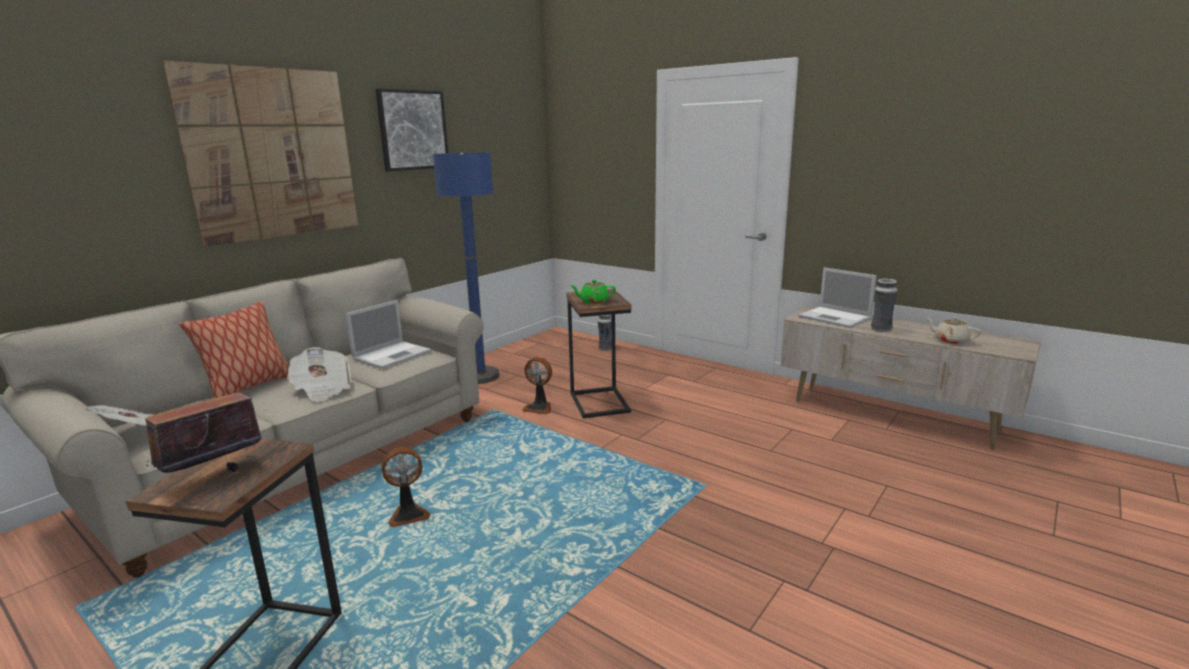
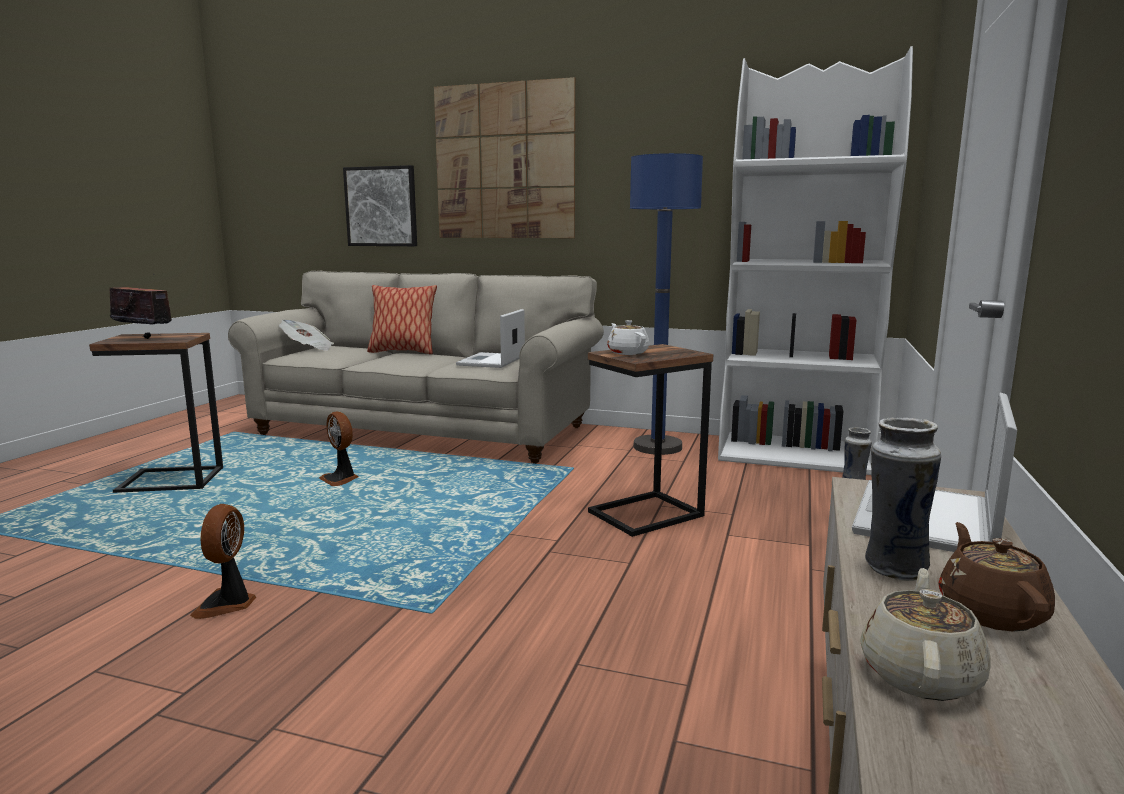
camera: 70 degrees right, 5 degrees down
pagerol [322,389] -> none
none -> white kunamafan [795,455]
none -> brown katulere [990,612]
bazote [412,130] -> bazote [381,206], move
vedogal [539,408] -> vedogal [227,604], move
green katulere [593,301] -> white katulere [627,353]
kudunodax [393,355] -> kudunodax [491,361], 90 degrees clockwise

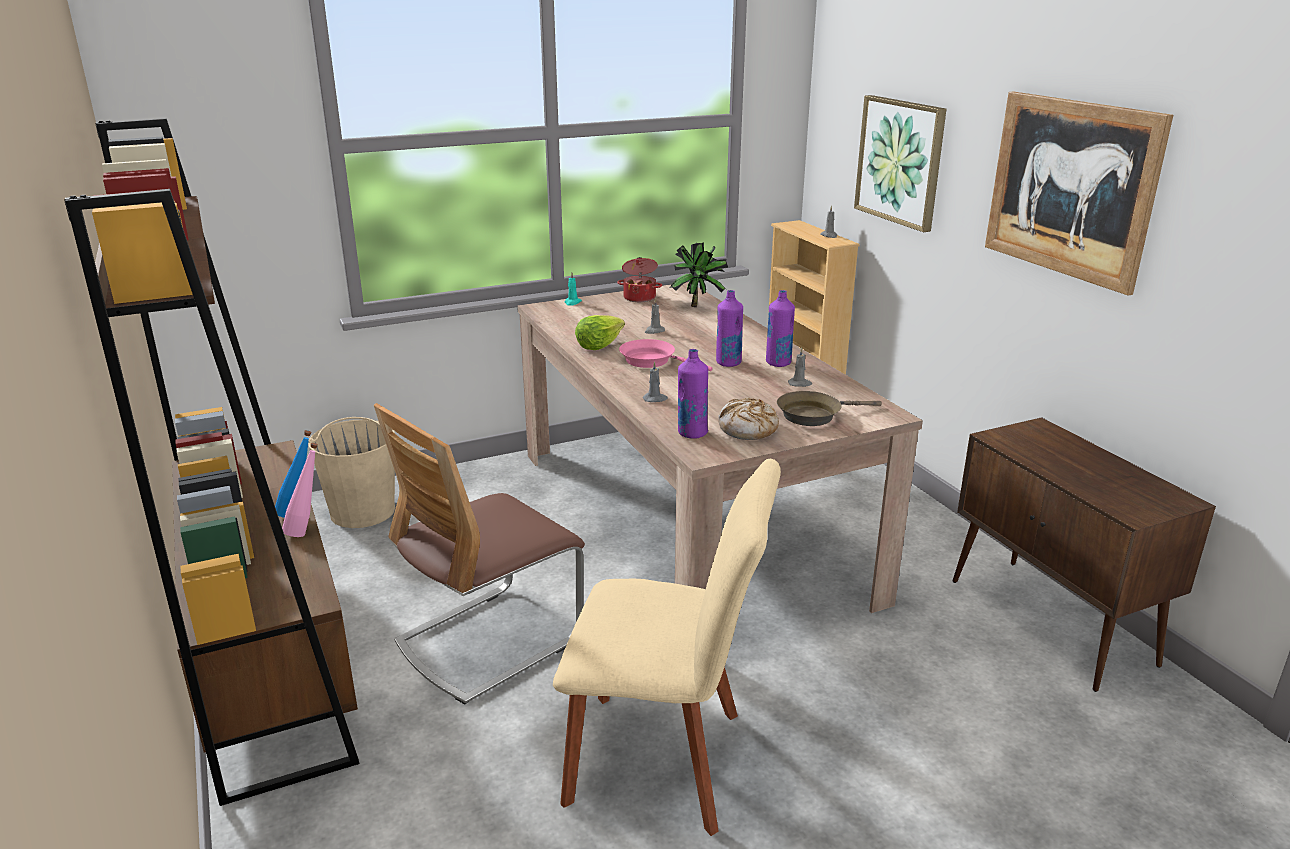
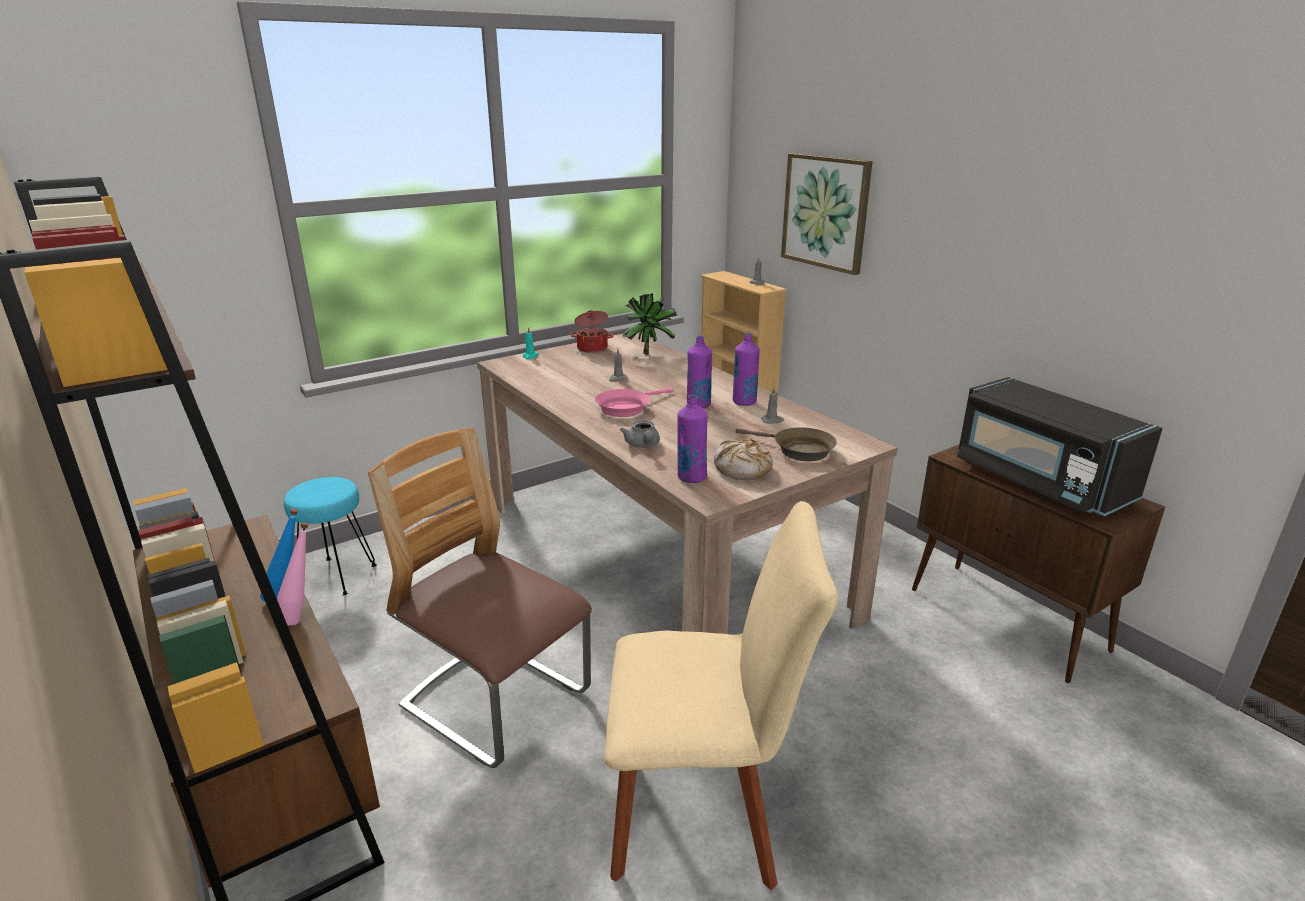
camera: 10 degrees left, 0 degrees up
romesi [599,345] -> none
bazote [1070,188] -> none
none -> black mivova [1039,481]
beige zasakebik [362,511] -> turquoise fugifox [338,576]
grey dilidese [655,399] -> grey katulere [643,445]
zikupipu [489,641] -> zikupipu [496,701], 90 degrees clockwise
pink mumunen [652,361] -> pink mumunen [626,408], 60 degrees counterclockwise
brown mumunen [813,415] -> brown mumunen [798,450], 120 degrees counterclockwise

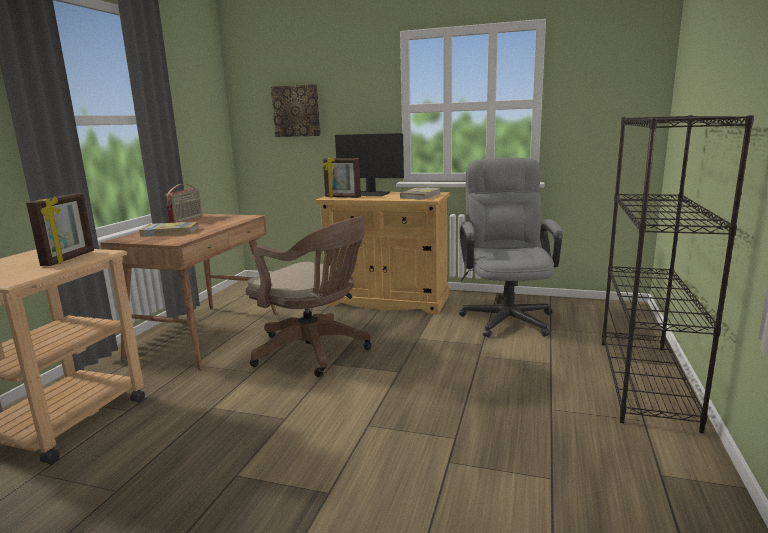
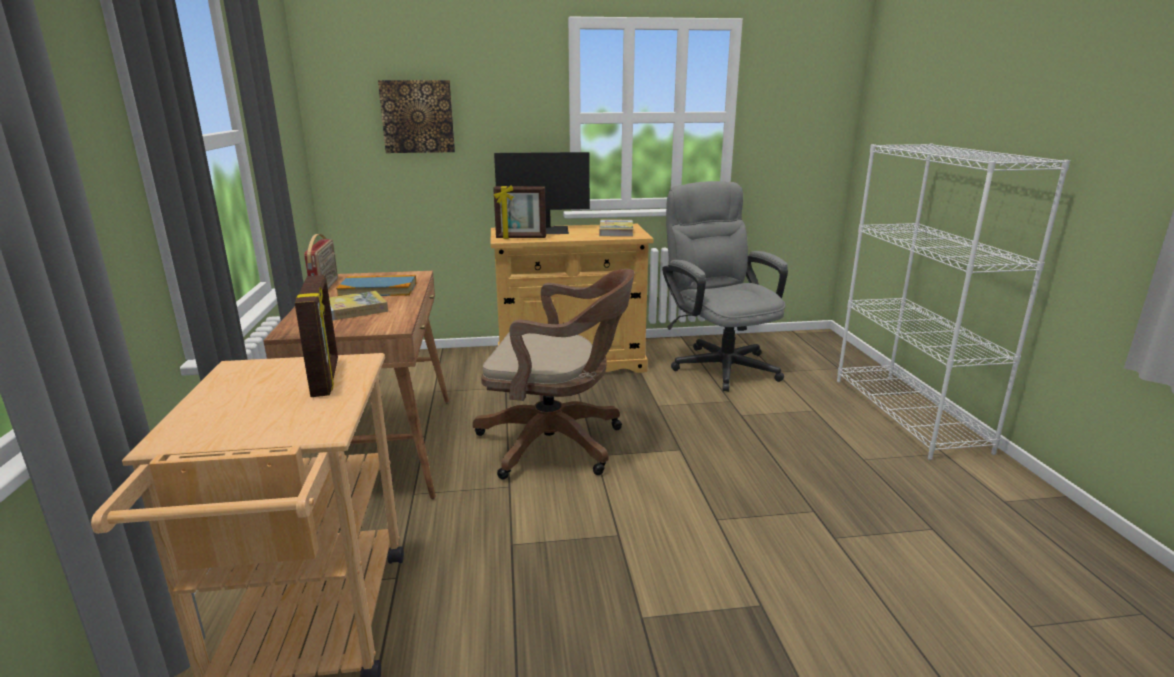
camera: 25 degrees left, 5 degrees up
none -> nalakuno [378,289]
black kunamafan [645,382] -> white kunamafan [908,414]

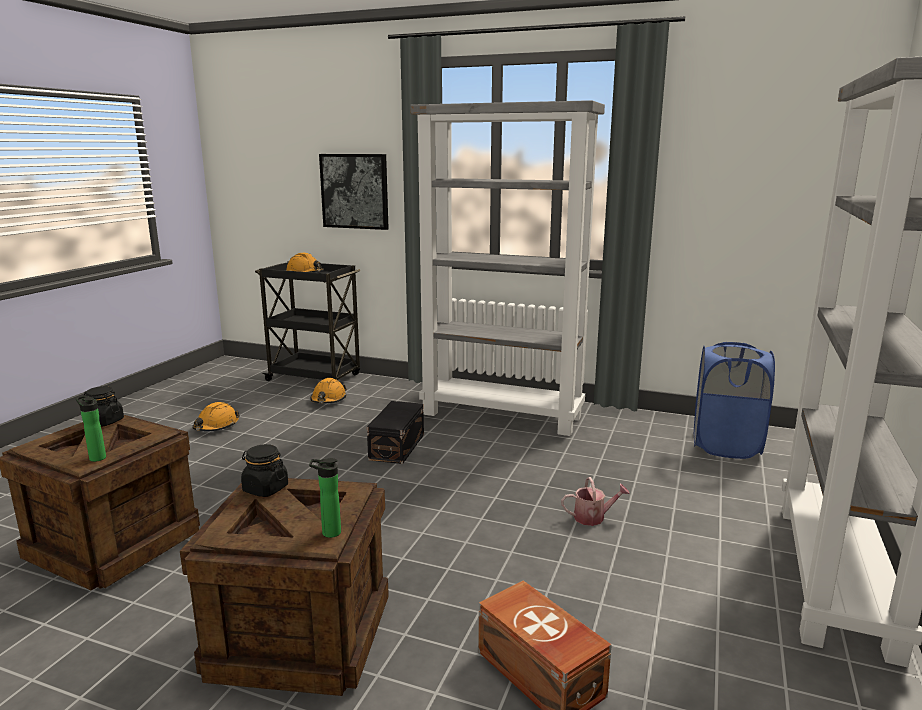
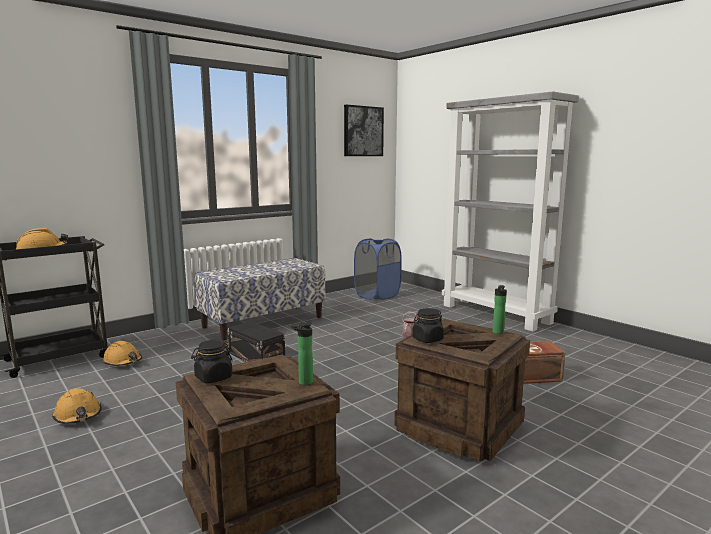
camera: 60 degrees left, 5 degrees down
bazote [355,191] -> bazote [363,131], move
grey kunamafan [503,415] -> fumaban [263,322]

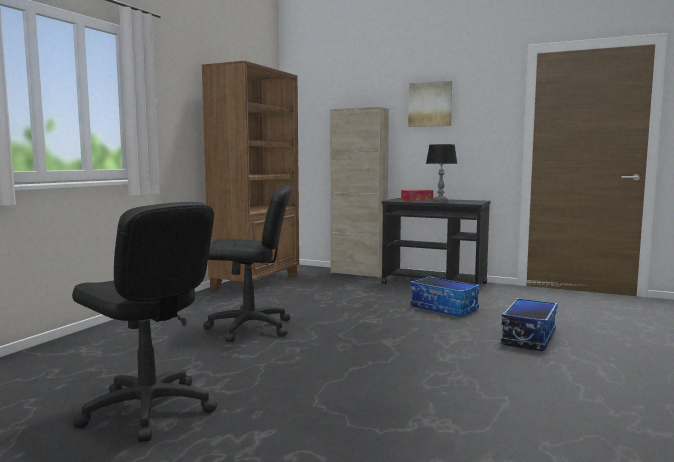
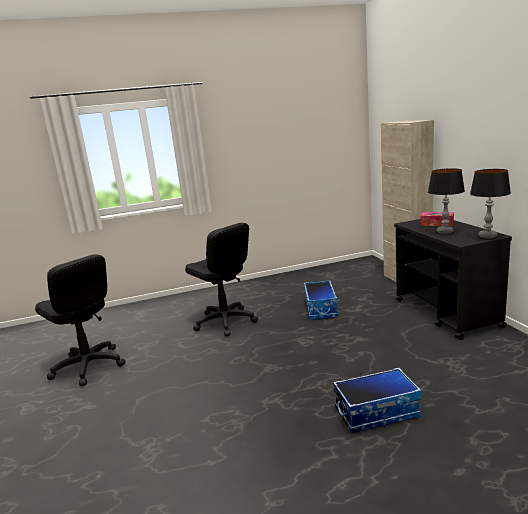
camera: 50 degrees right, 10 degrees up
brown kunamafan [257,282] -> none
bazote [430,104] -> none
none -> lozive [487,236]
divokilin [444,308] -> divokilin [321,309], move
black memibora [148,410] -> black memibora [88,366], 45 degrees counterclockwise

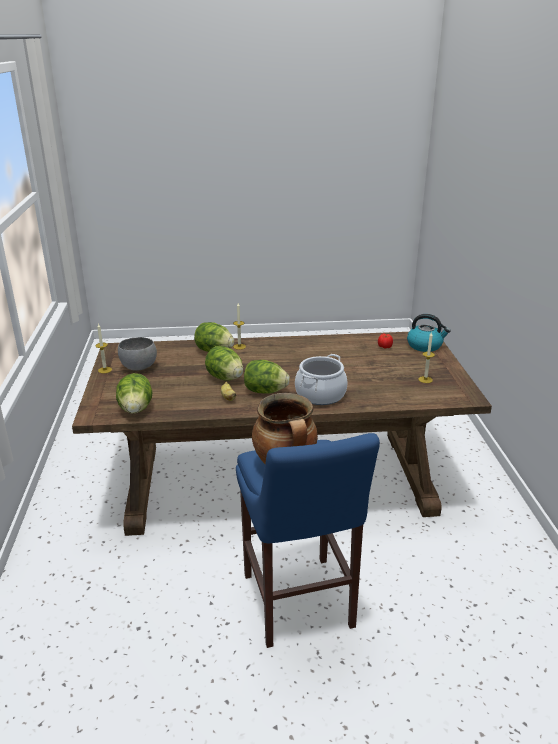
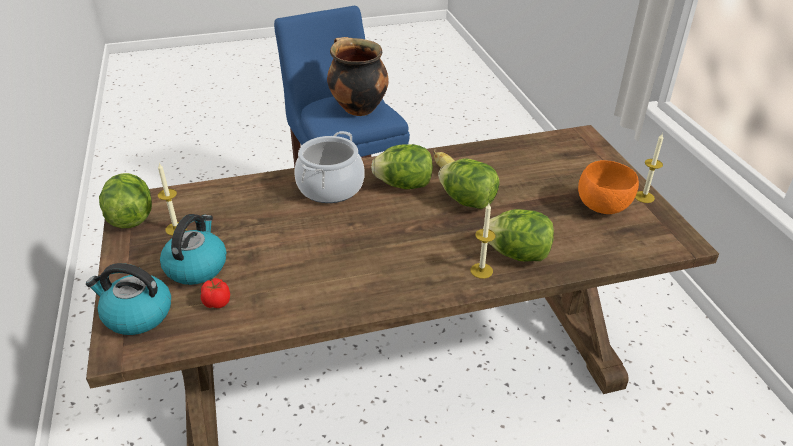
camera: 170 degrees right, 10 degrees up
none -> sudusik [196,266]
romesi [136,409] -> romesi [131,217], move
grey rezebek [138,367] -> orange rezebek [604,206]

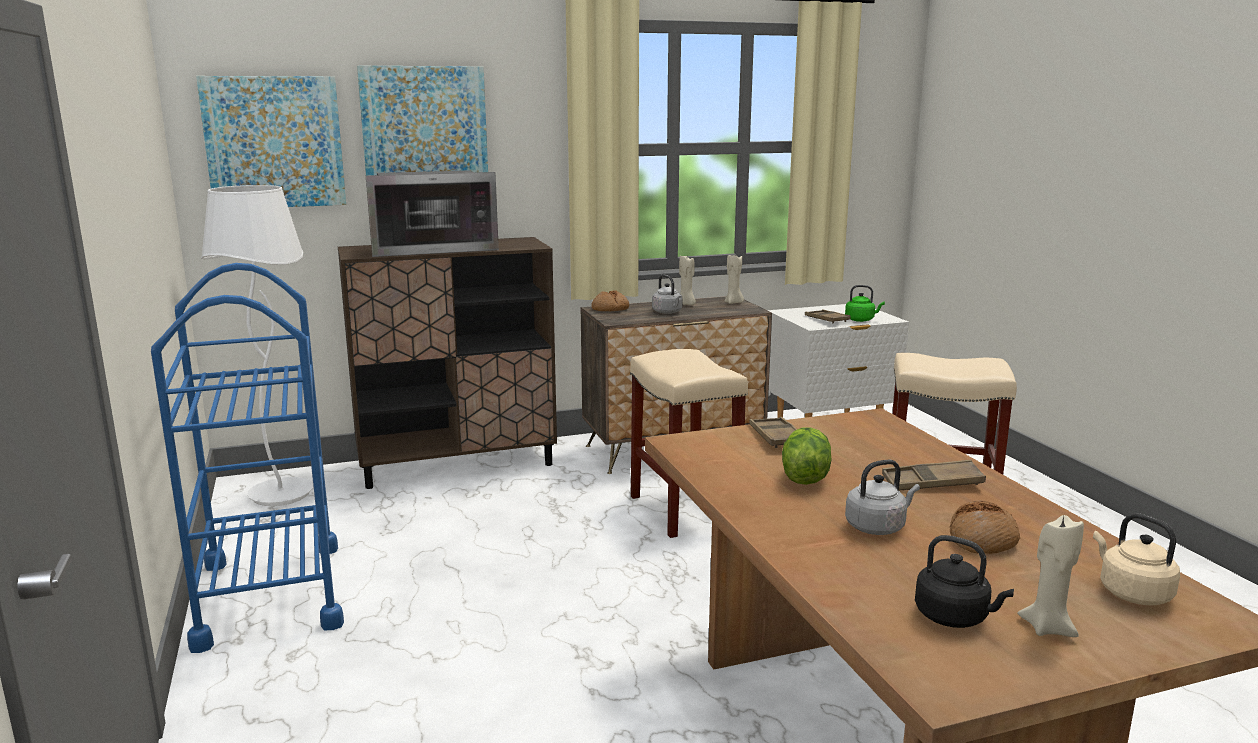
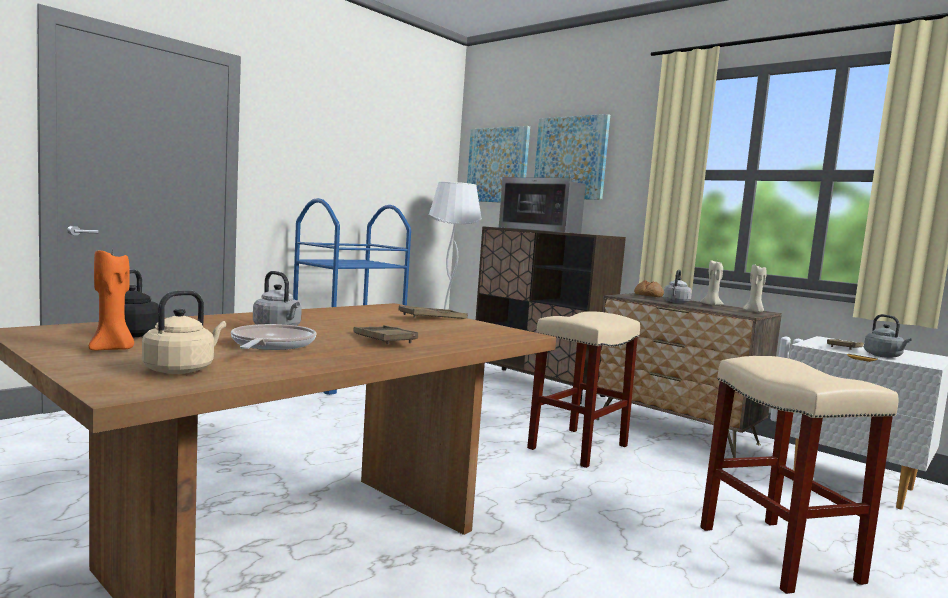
camera: 60 degrees right, 10 degrees down
romesi [804,477] -> none
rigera [983,540] -> mumunen [271,345]
green sudusik [861,320] -> grey sudusik [884,356]
beige dilidese [1047,628] -> orange dilidese [113,349]

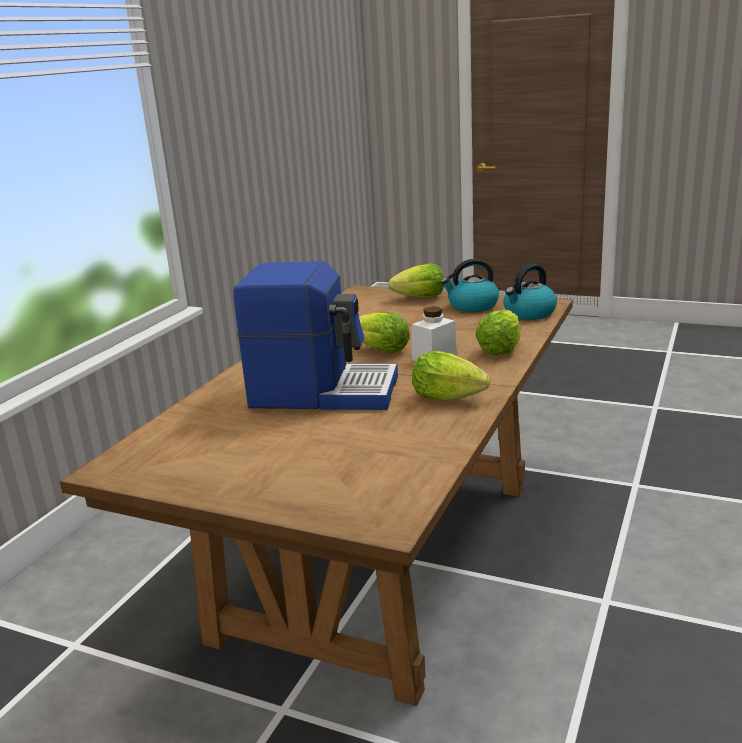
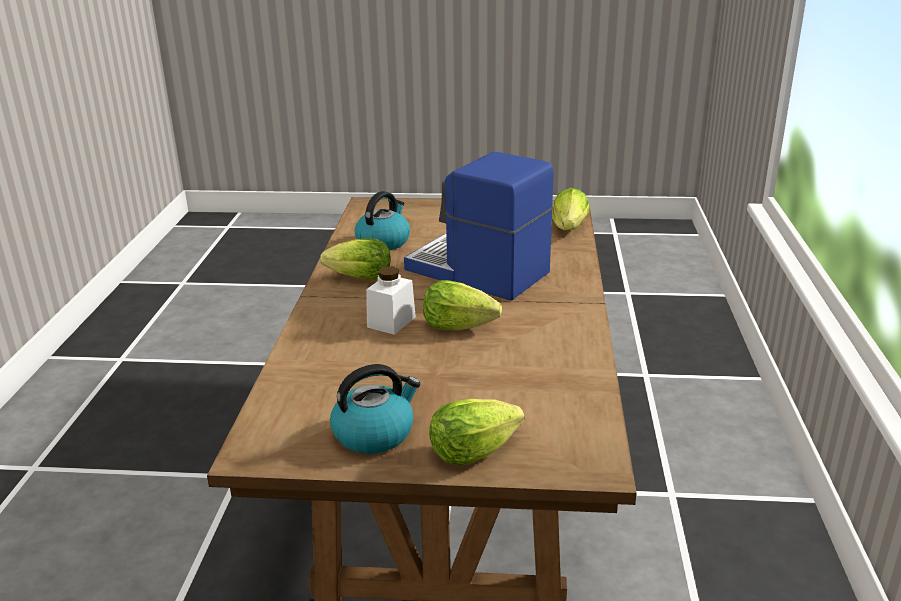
camera: 160 degrees right, 5 degrees up
romesi [500,350] -> romesi [569,228], move
sudusik [529,313] -> sudusik [383,242], move
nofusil [323,391] -> nofusil [477,272], 45 degrees clockwise

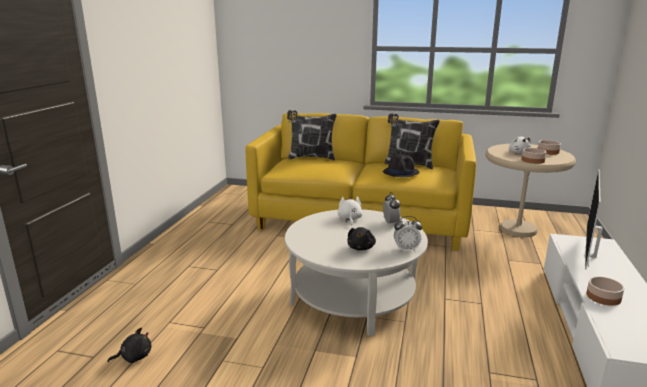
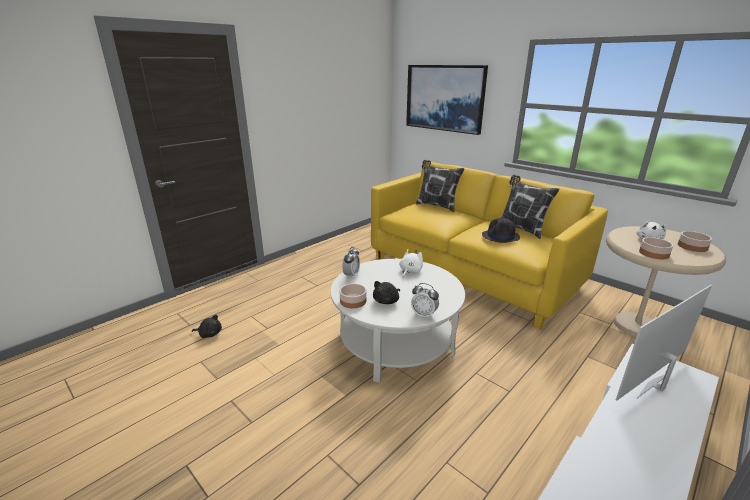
camera: 30 degrees right, 5 degrees up
none -> bazote [444,98]
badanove [390,223] -> badanove [351,275], move
rezebek [603,296] -> rezebek [353,301], move

